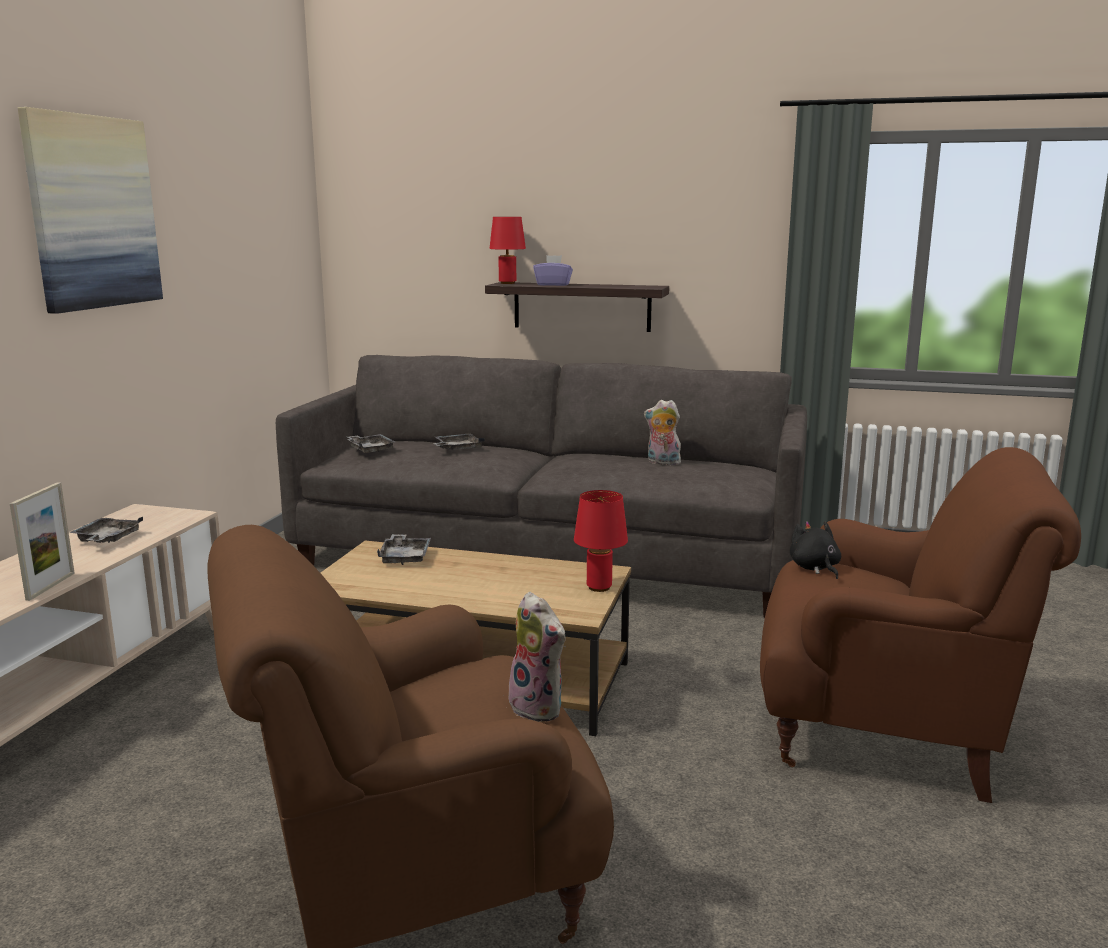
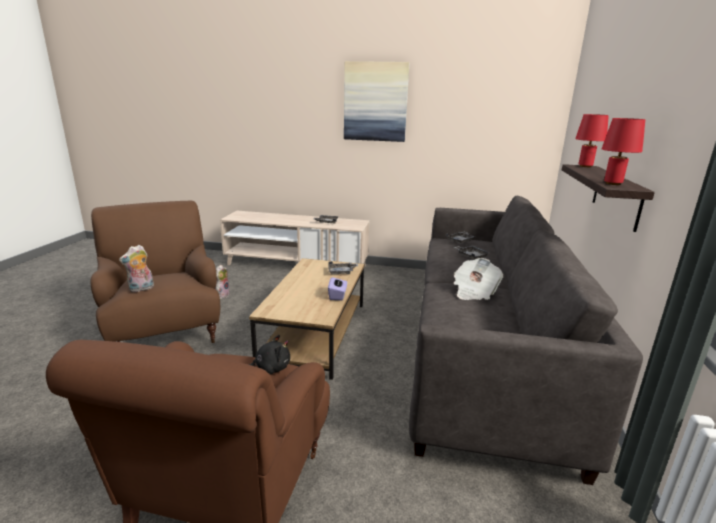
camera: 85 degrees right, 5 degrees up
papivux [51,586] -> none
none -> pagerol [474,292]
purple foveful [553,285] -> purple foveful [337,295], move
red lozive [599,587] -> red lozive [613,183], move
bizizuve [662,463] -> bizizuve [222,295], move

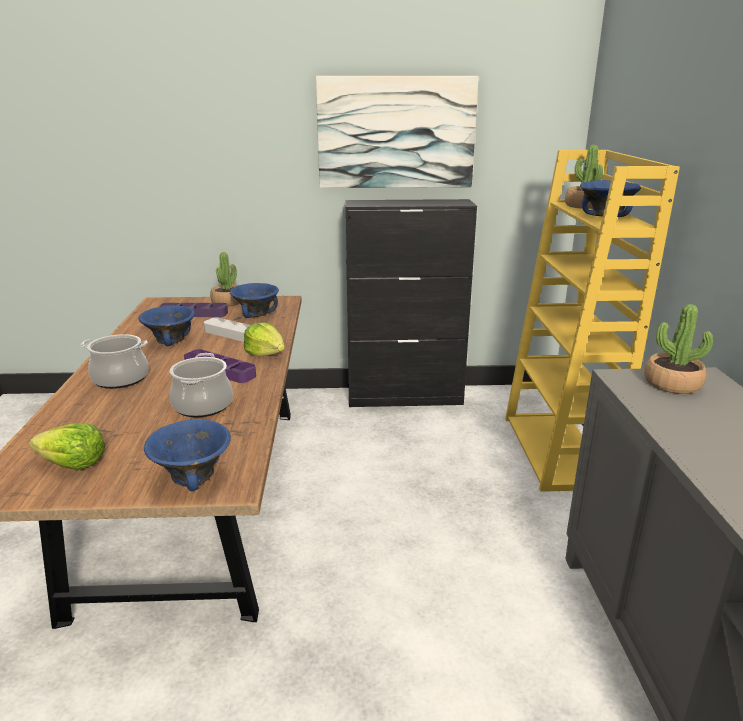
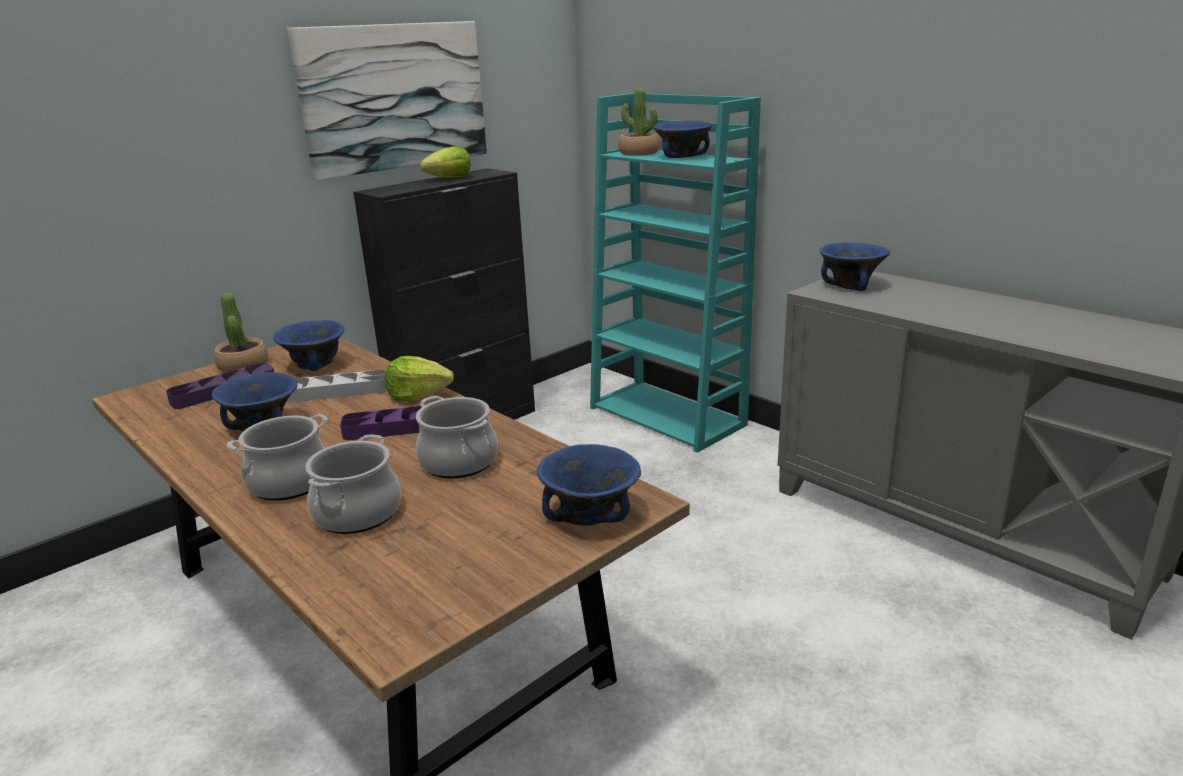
camera: 40 degrees left, 0 degrees up
none -> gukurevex [358,514]
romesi [73,464] -> romesi [449,178], move
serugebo [672,384] -> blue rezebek [851,285]
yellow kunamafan [557,451] -> turquoise kunamafan [668,416]

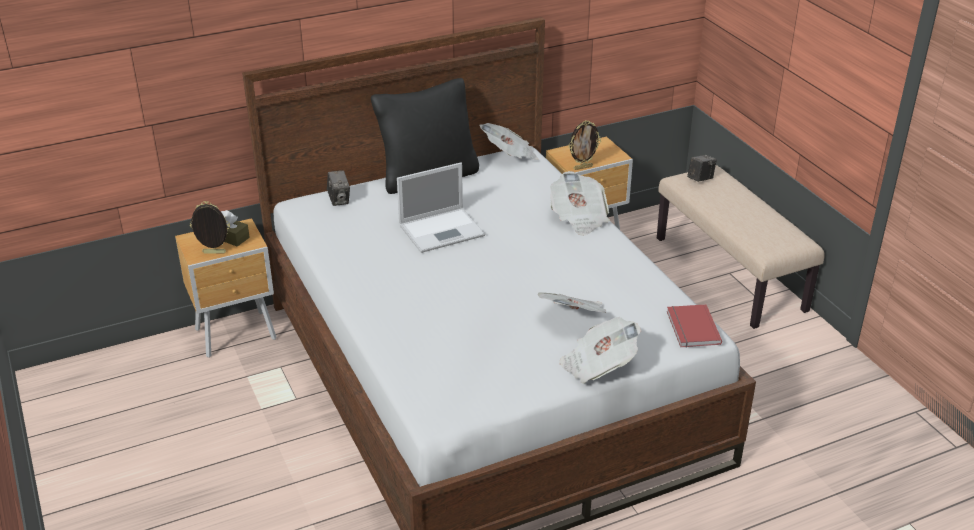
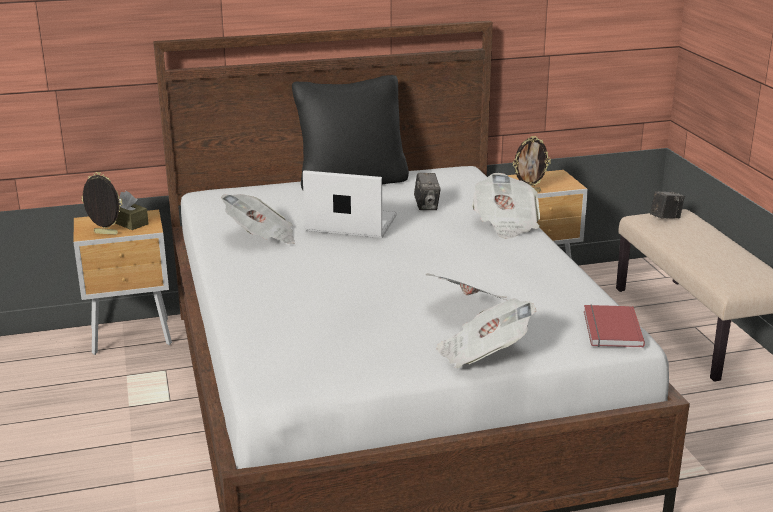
camera: 10 degrees right, 10 degrees down
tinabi [339,200] -> tinabi [426,206], move
pagerol [509,155] -> pagerol [261,237], move
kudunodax [443,230] -> kudunodax [349,223], 150 degrees counterclockwise

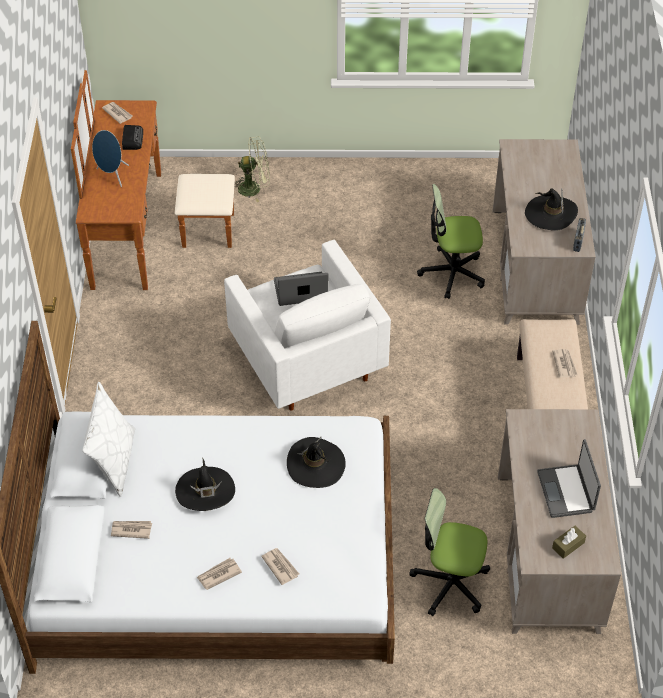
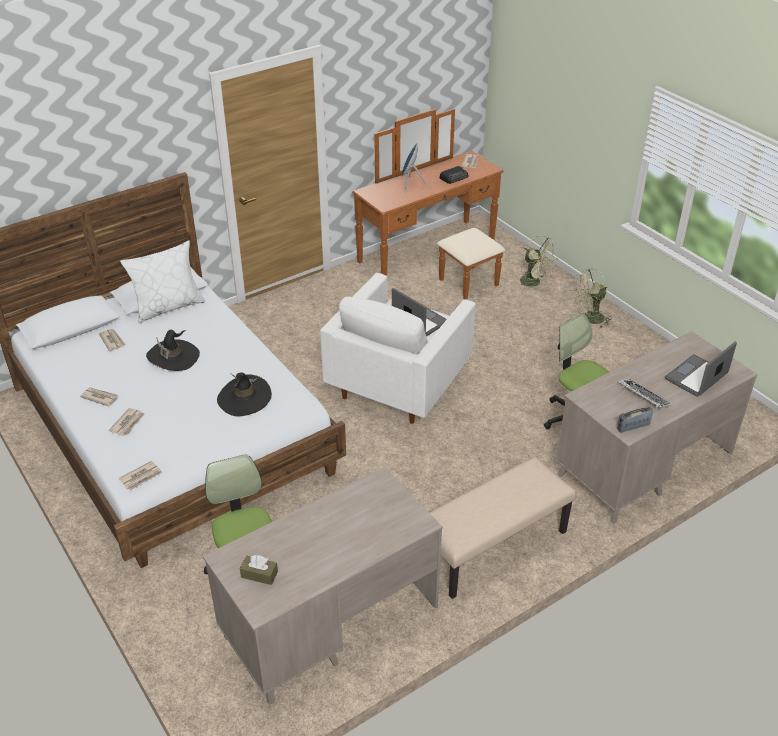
camera: 55 degrees right, 10 degrees down
none -> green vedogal [589,319]
kudunodax [566,491] -> kudunodax [697,377], move
pagerol [564,364] -> pagerol [141,477], move
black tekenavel [550,214] -> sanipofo [643,396]

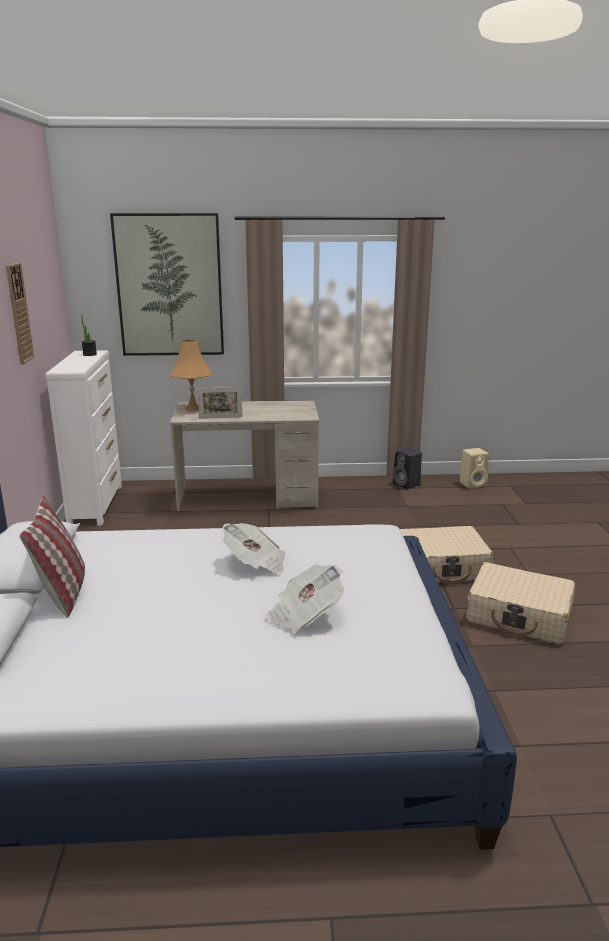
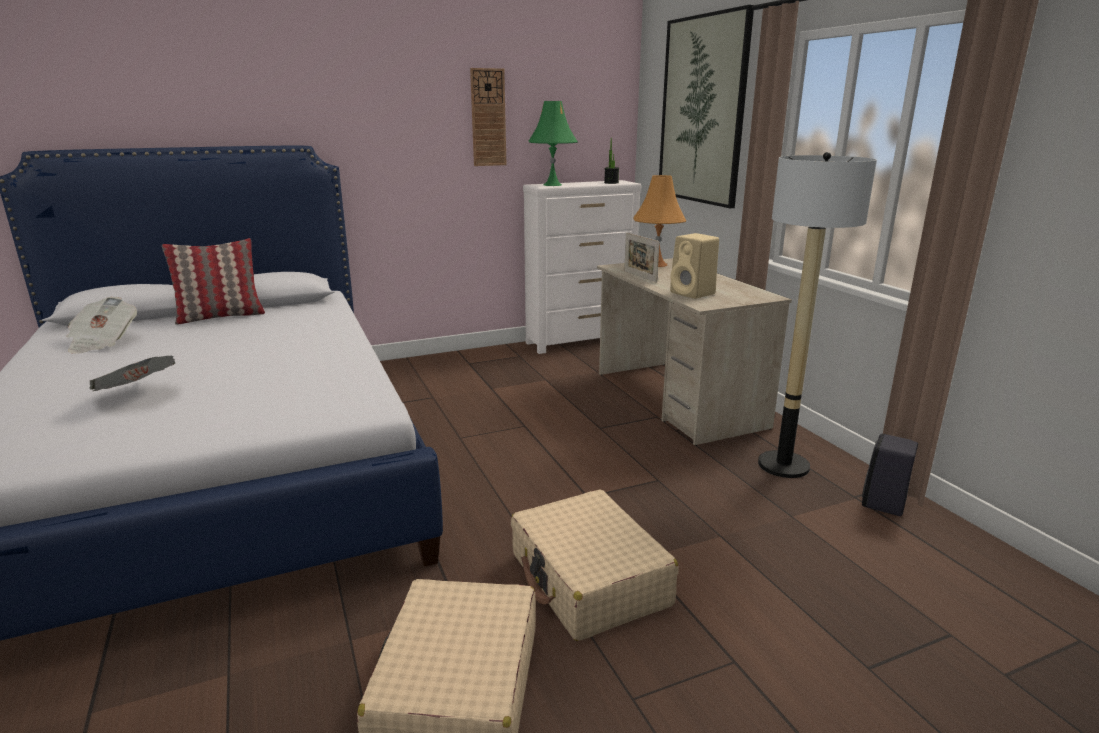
camera: 70 degrees right, 0 degrees up
none -> green lozive [552,185]
none -> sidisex [783,465]
pagerol [256,563] -> pagerol [103,342], move
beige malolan [473,484] -> beige malolan [694,293], move

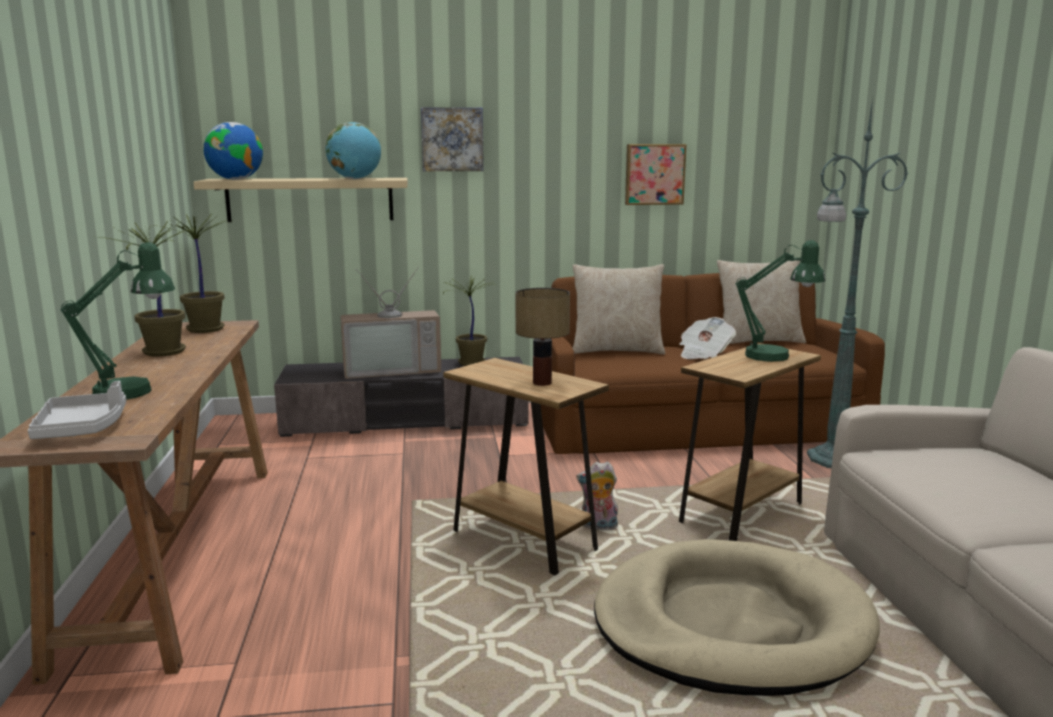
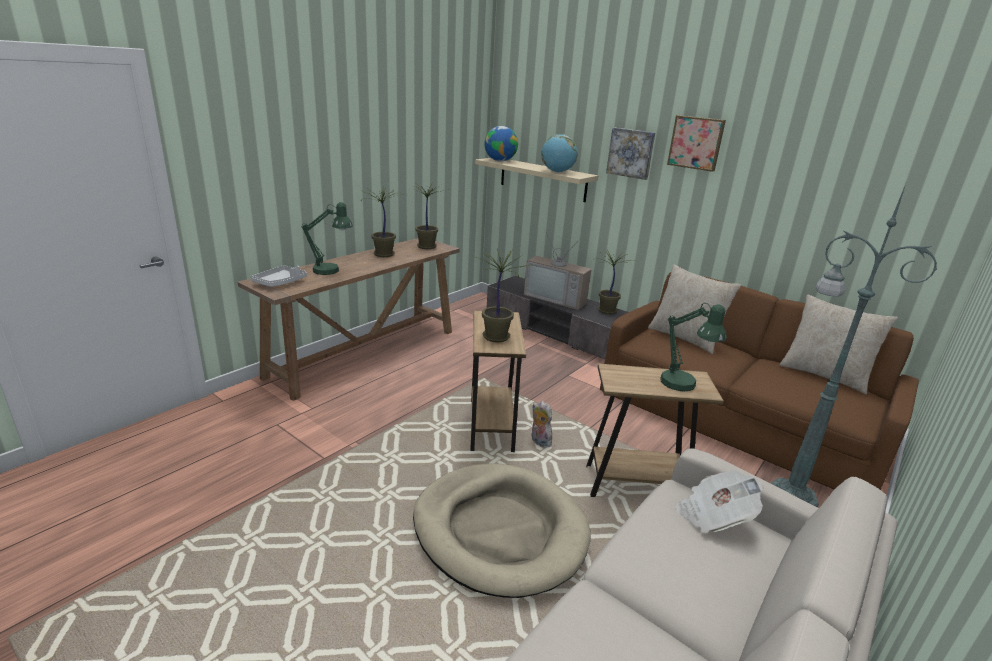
camera: 45 degrees right, 10 degrees up
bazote [654,174] -> bazote [696,143], move
pagerol [704,354] -> pagerol [713,516], move
lozive [543,382] -> serugebo [497,337]

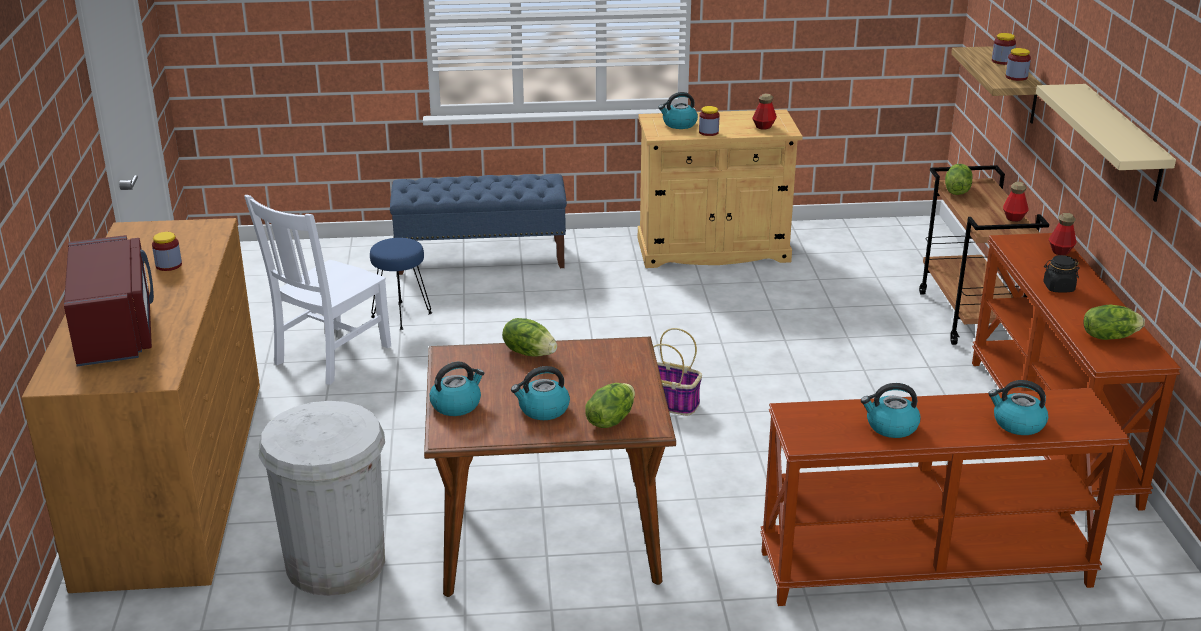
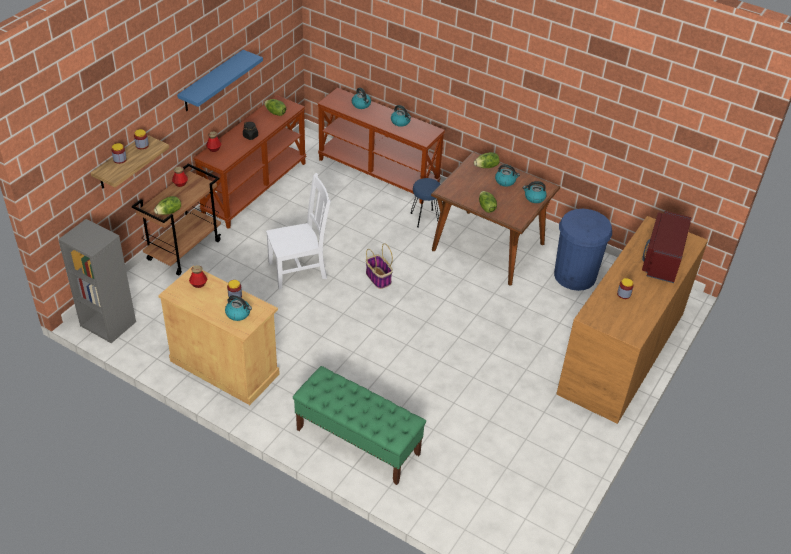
camera: 145 degrees left, 15 degrees up
none -> grey kunamafan [107,324]
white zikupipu [330,356] -> white zikupipu [299,270], move
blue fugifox [402,316] -> blue fugifox [425,218], move
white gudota [335,563] -> blue gudota [575,275]
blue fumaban [481,257] -> green fumaban [357,441]
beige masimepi [1123,143] -> blue masimepi [212,81]

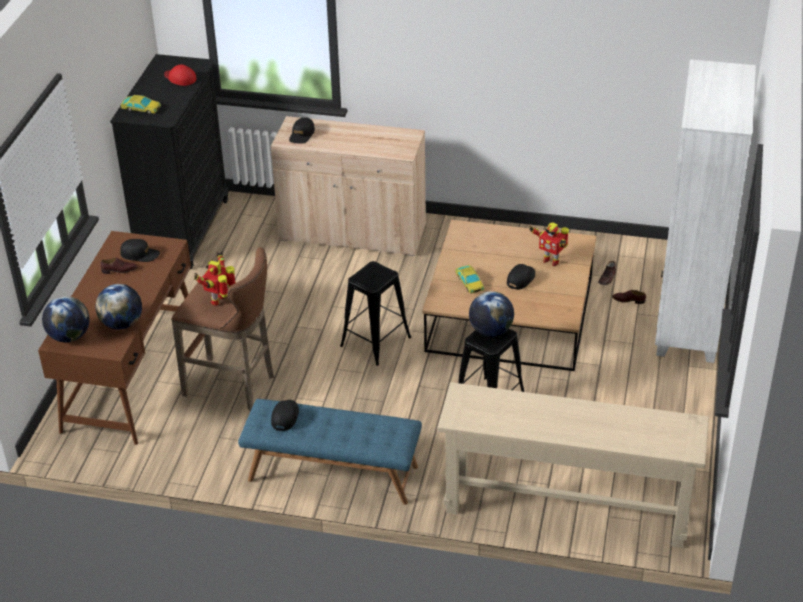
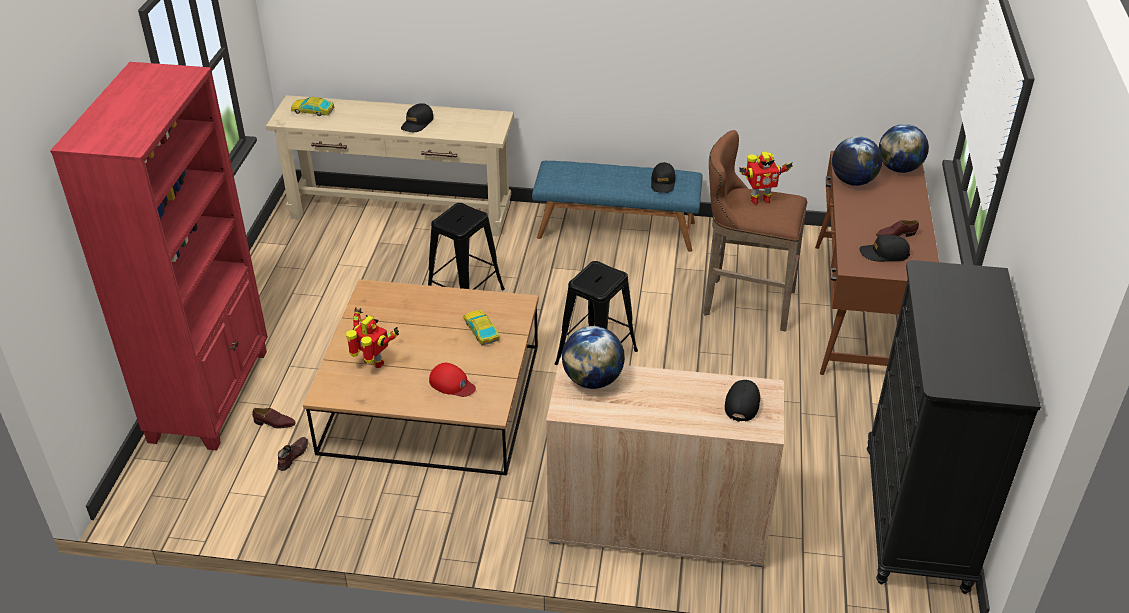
camera: 175 degrees right, 0 degrees up
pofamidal [141,108] -> pofamidal [312,111], move
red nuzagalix [180,78] -> red nuzagalix [452,384], move
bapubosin [490,331] -> bapubosin [593,380], move
black nuzagalix [521,279] -> black nuzagalix [417,123], move
white kunamafan [687,322] -> red kunamafan [211,394]
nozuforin [219,300] -> nozuforin [759,199], 60 degrees clockwise

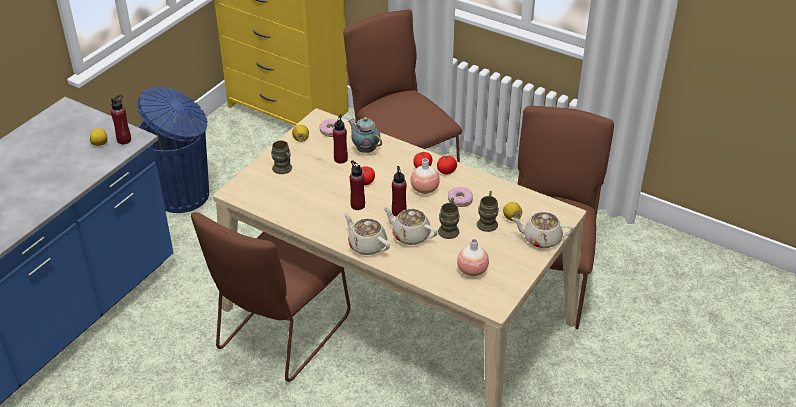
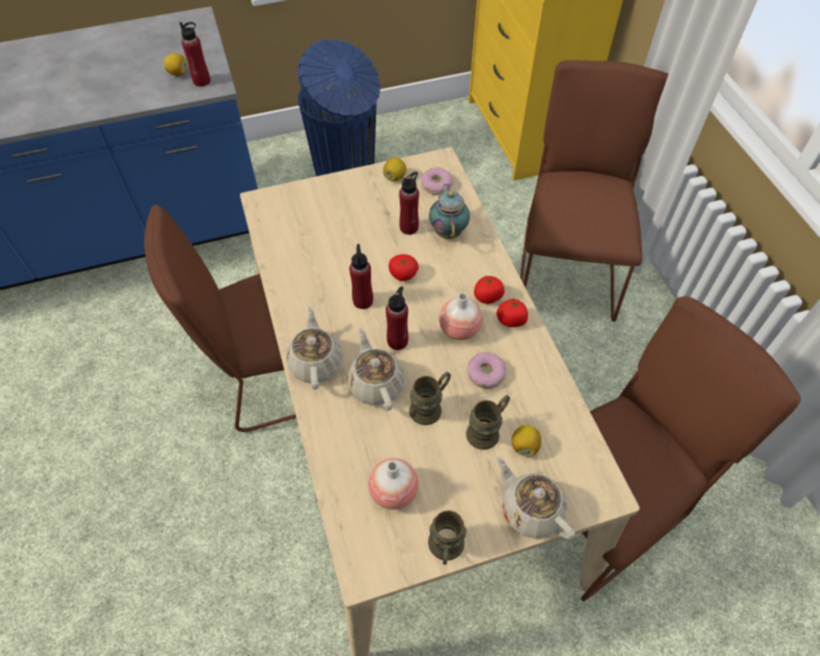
camera: 40 degrees right, 15 degrees up
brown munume [284,170] -> brown munume [445,549], move

